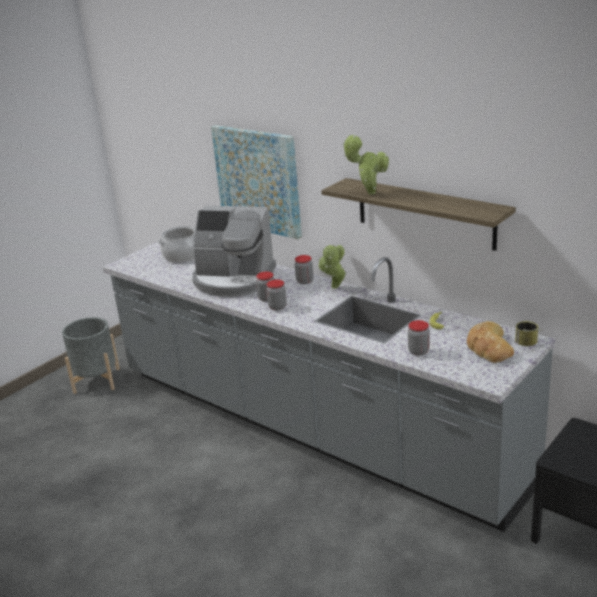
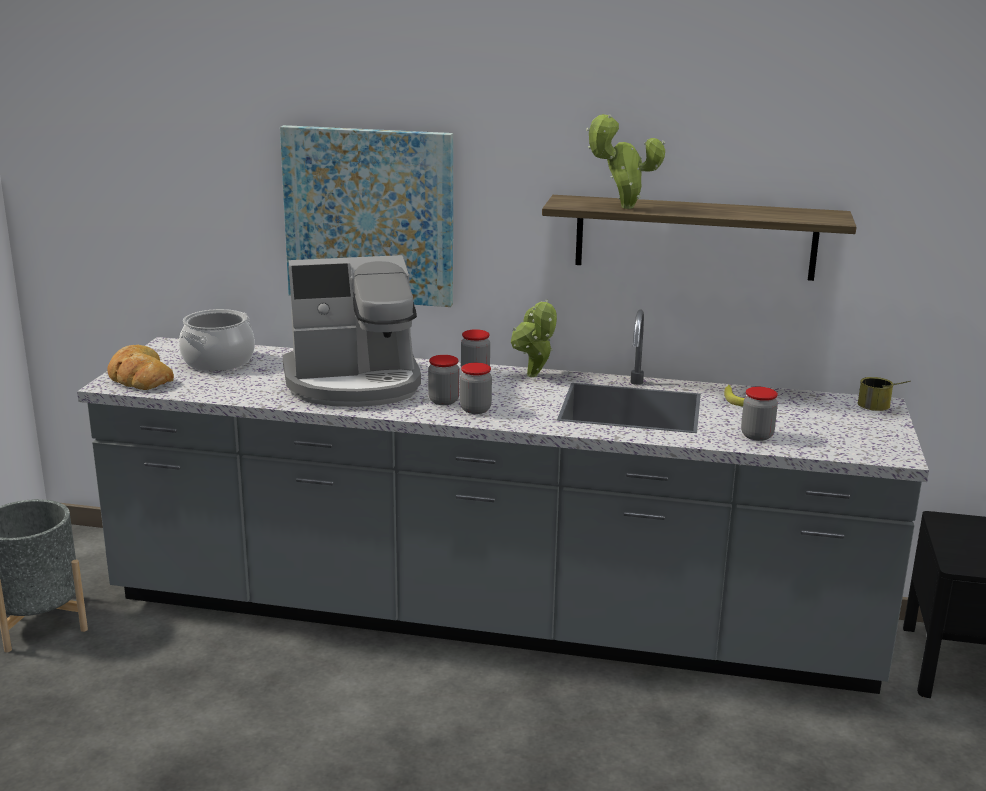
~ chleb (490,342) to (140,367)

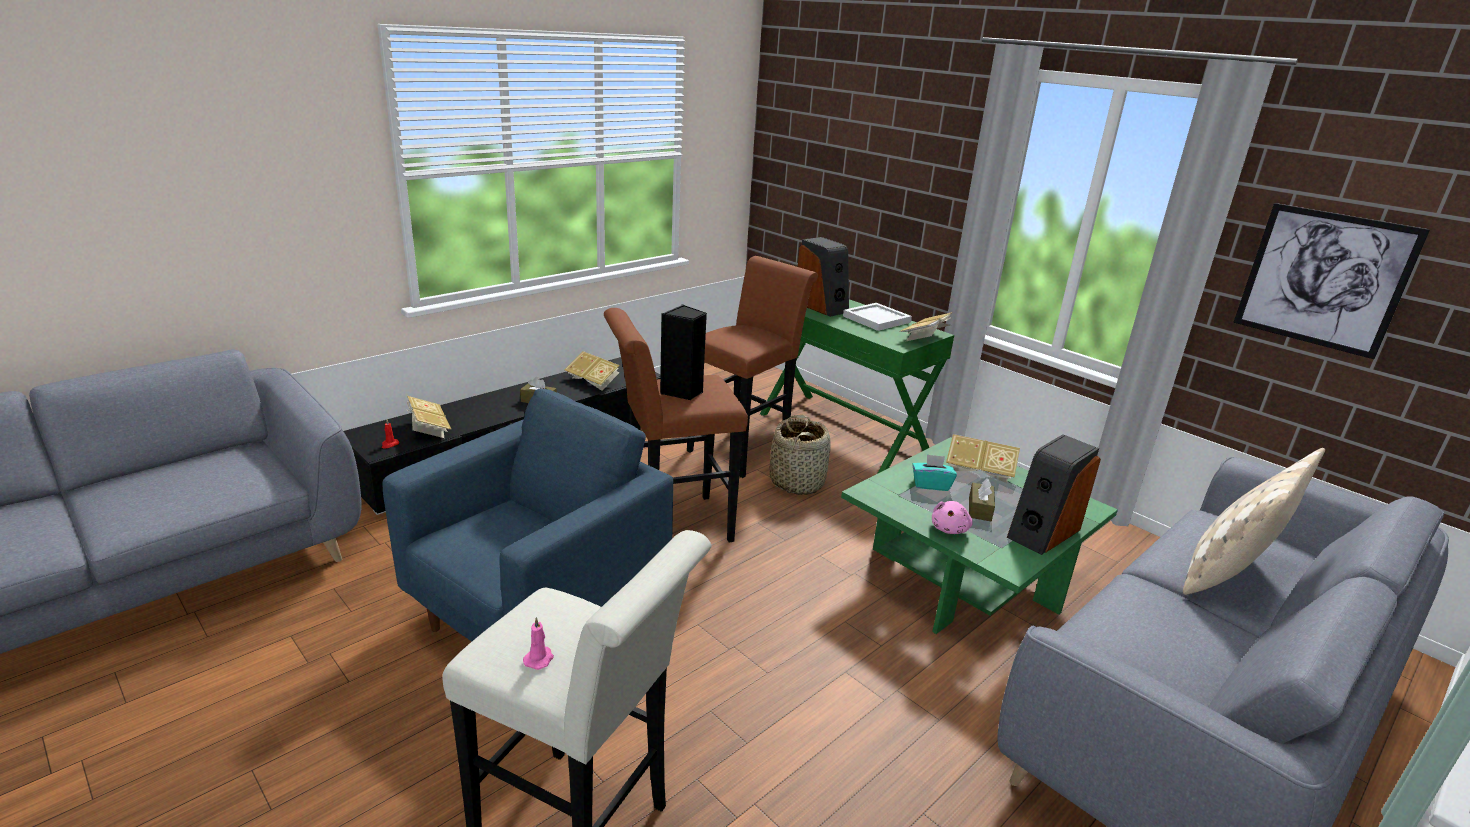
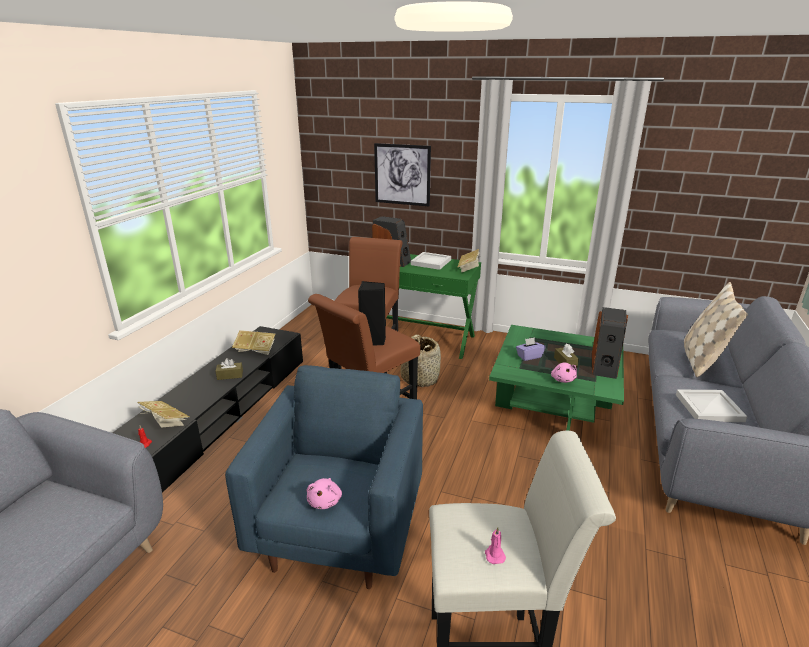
+ pluszak (różowy) (324,493)
~ obraz (1331,281) to (402,174)
~ pudełko chusteczek (turkusowy) (934,472) to pudełko chusteczek (fioletowy) (531,349)
+ taca (biały) (712,405)
- książka (983,458)

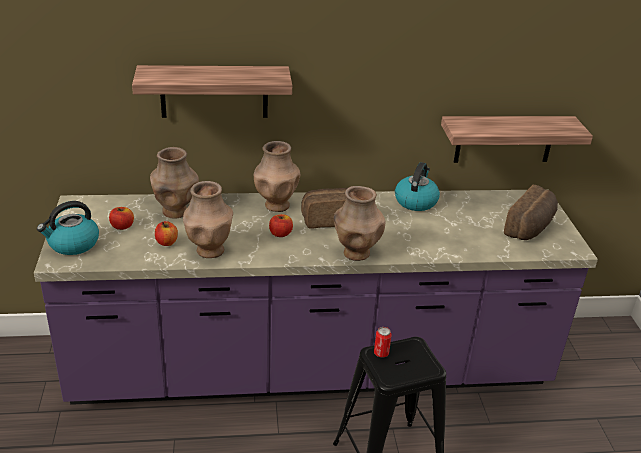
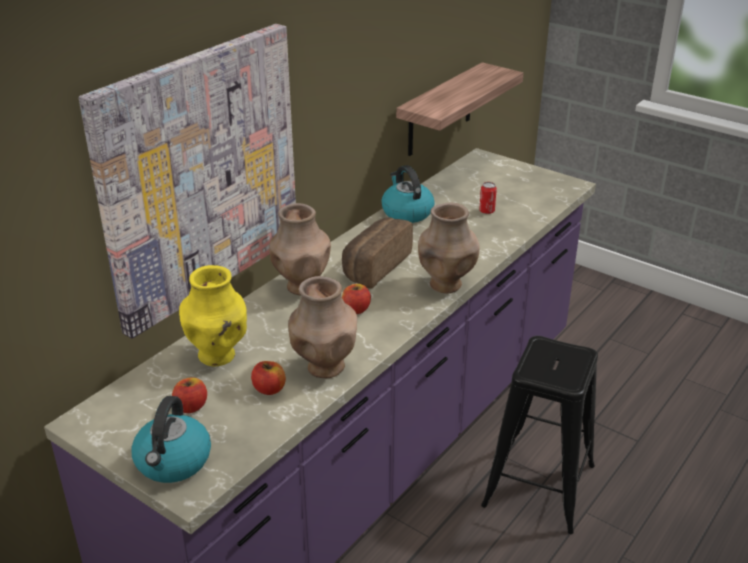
~ półka (212,91) to obraz (187,181)
~ wazon (brązowy) (174,183) to wazon (żółty) (213,315)
~ puszka (383,342) to (488,198)
- chleb (531,212)

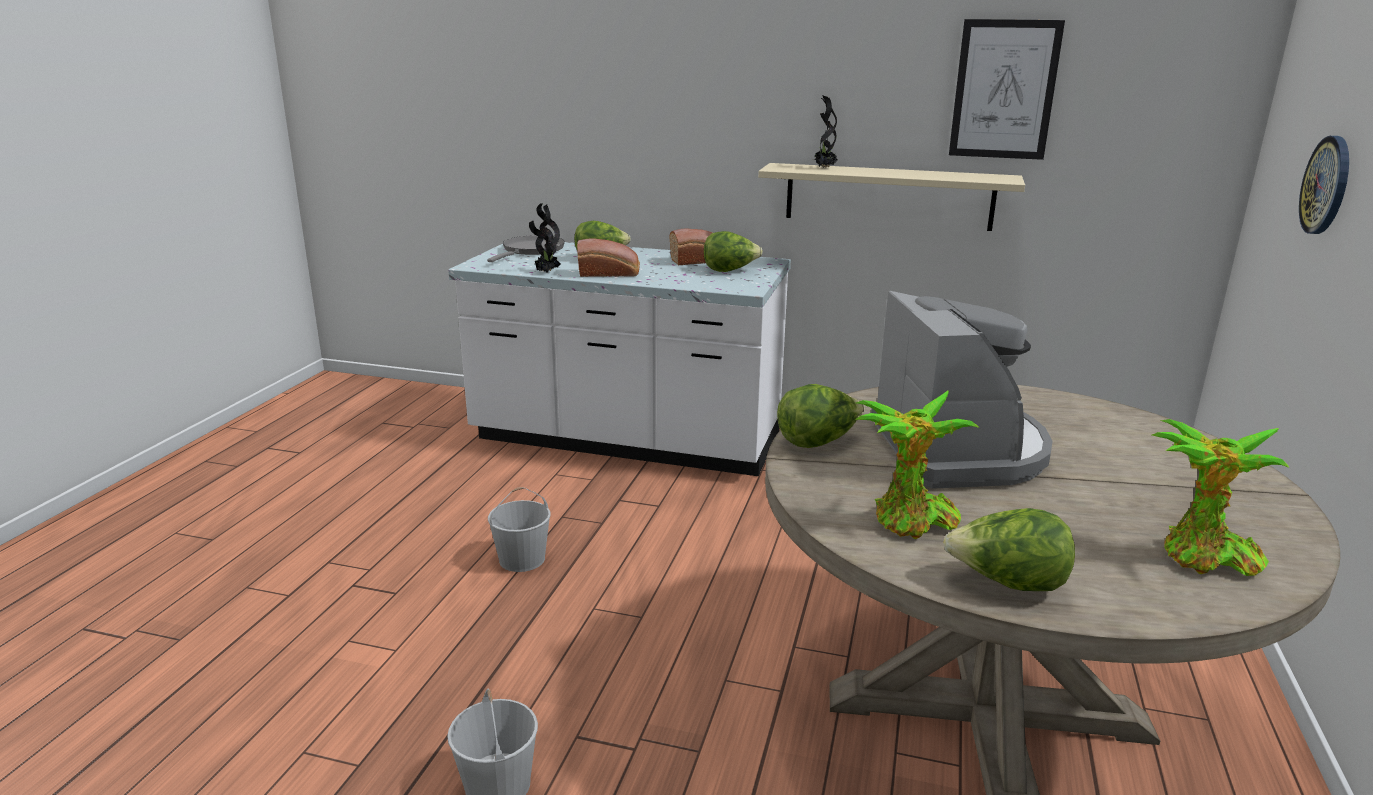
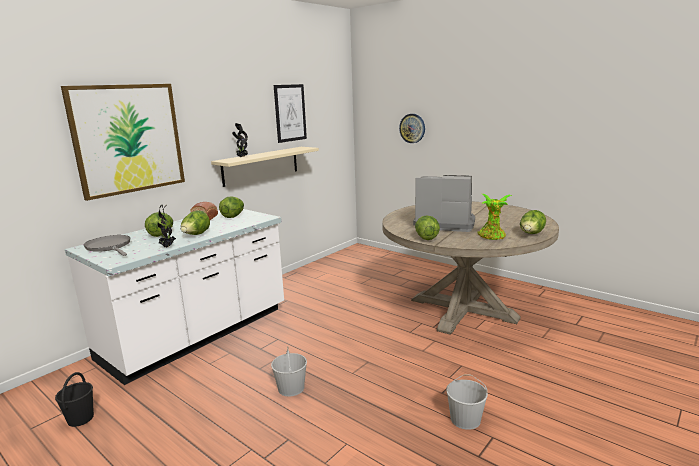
+ wiadro (czarny) (74,399)
+ obraz (123,142)
~ chleb (608,257) to sałata (195,223)
- roślina doniczkowa (1220,497)

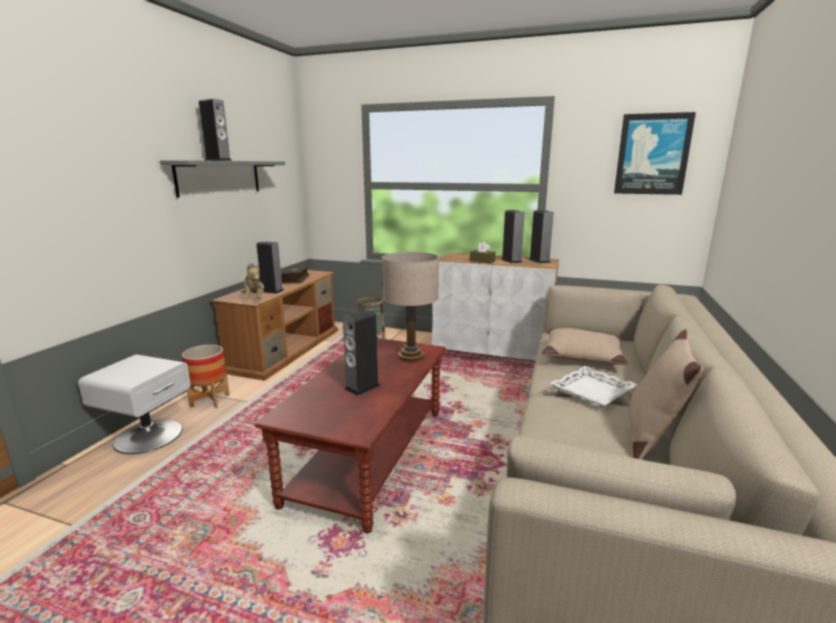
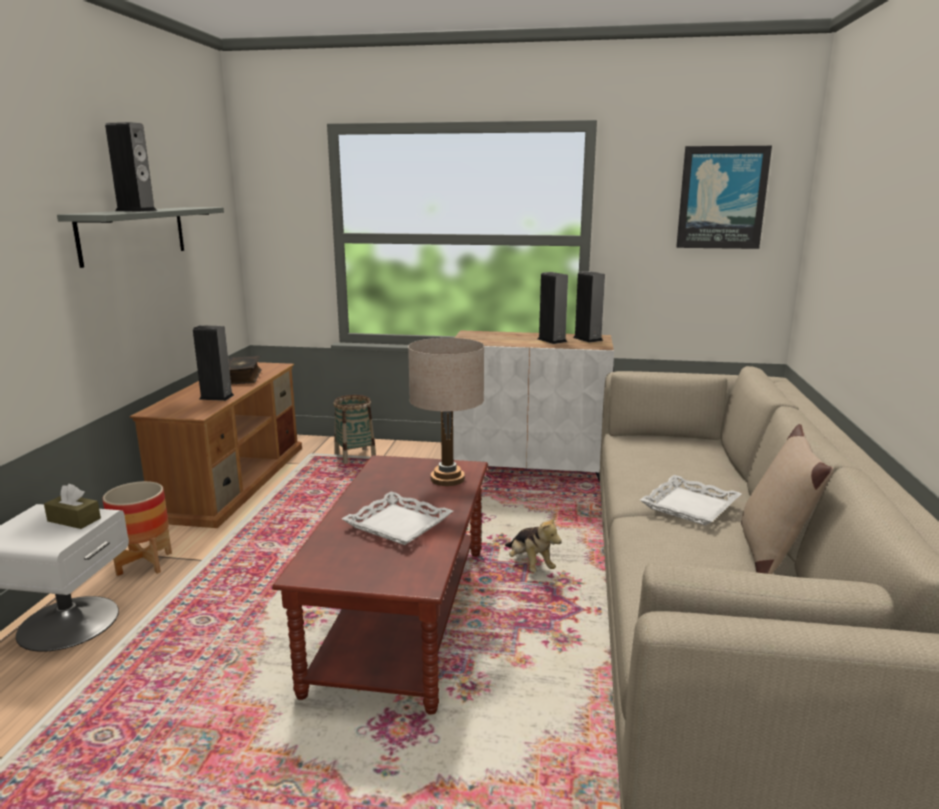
~ pudełko chusteczek (brązowy) (483,253) to (72,506)
~ głośnik (362,353) to taca (biały) (397,518)
~ pluszak (252,281) to (533,544)
- poduszka (beżowy) (585,346)

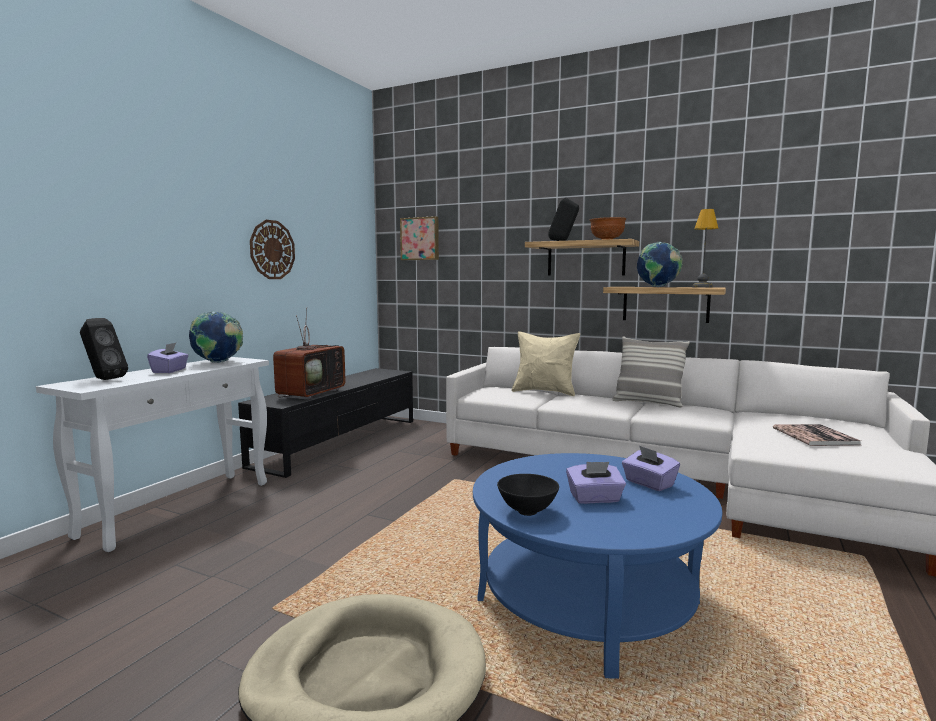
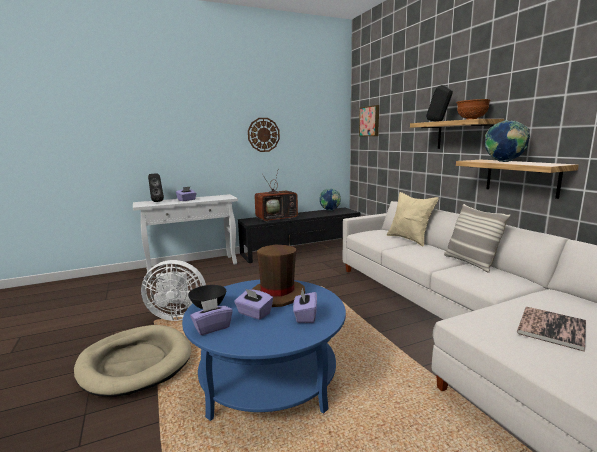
+ wentylator (biały) (173,290)
+ pudełko chusteczek (fioletowy) (211,316)
+ kapelusz (brązowy) (278,275)
~ globus (216,337) to (330,200)
- lampa stołowa (705,248)

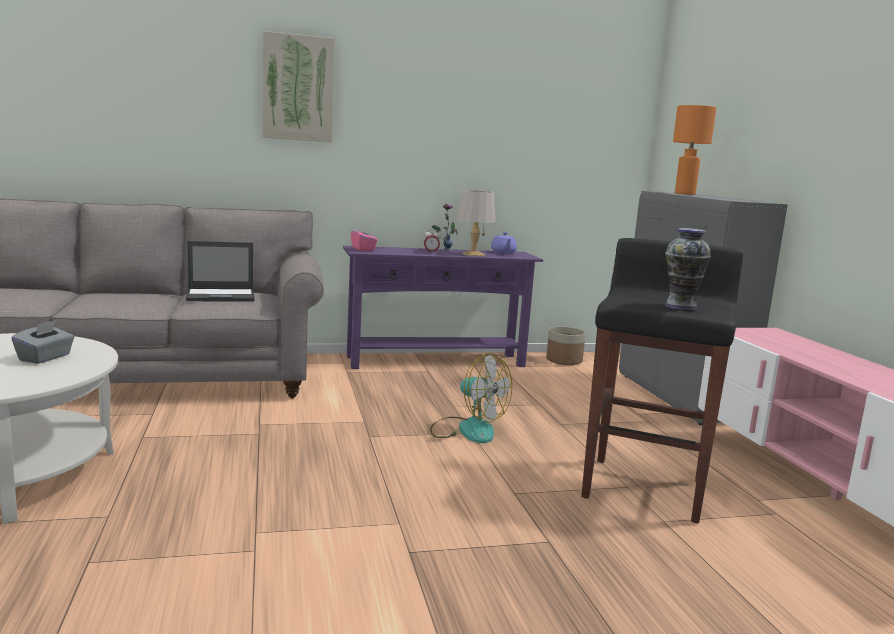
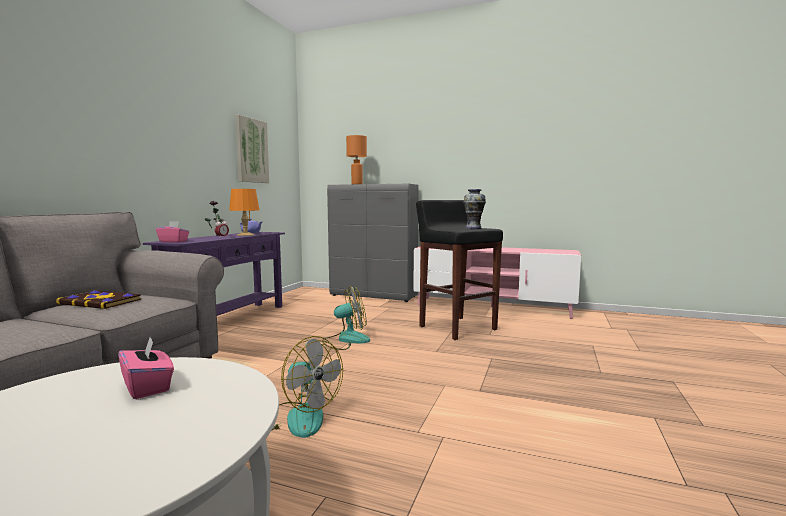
~ laptop (220,271) to książka (98,299)
~ pudełko chusteczek (szary) (43,342) to pudełko chusteczek (różowy) (146,368)
~ lampa stołowa (szary) (476,223) to lampa stołowa (pomarańczowy) (244,212)
~ obraz (298,86) to (252,149)
+ wentylator (307,387)
- donica (566,345)

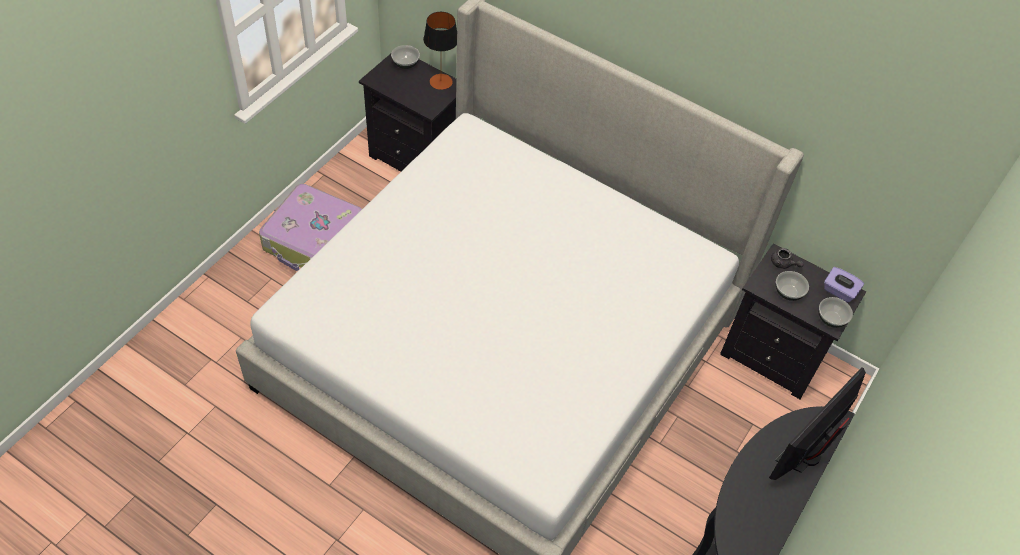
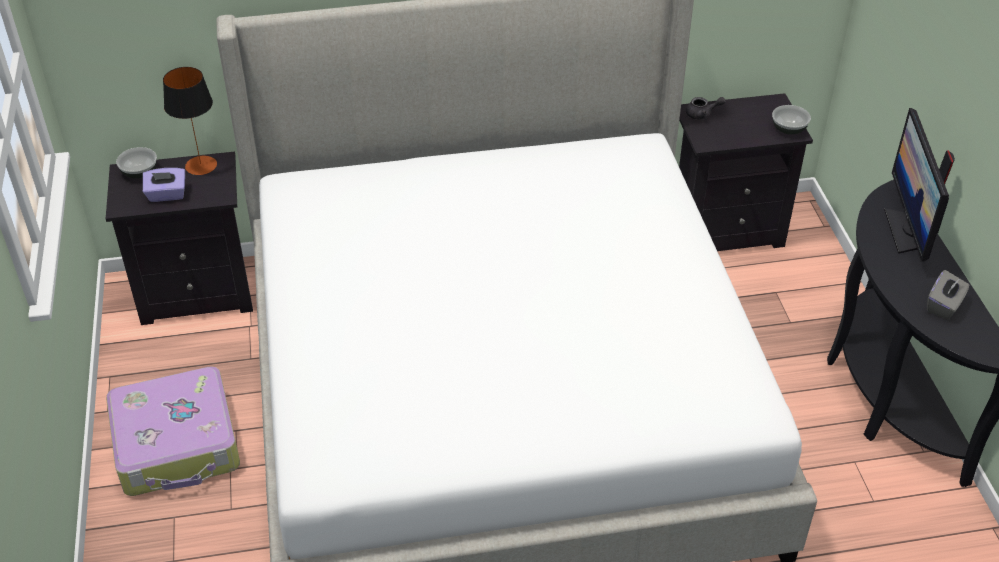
~ pudełko chusteczek (fioletowy) (844,284) to (164,185)
+ pudełko chusteczek (szary) (948,295)
- miska (792,286)

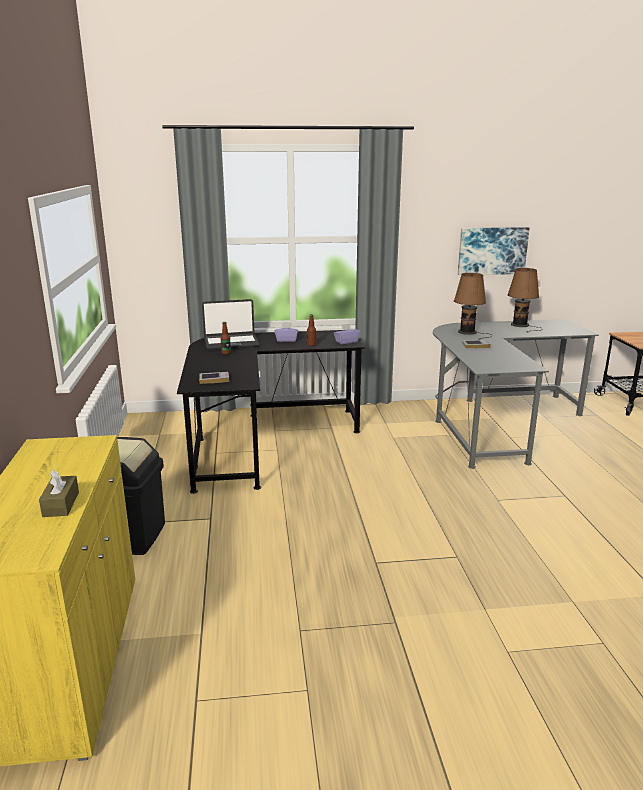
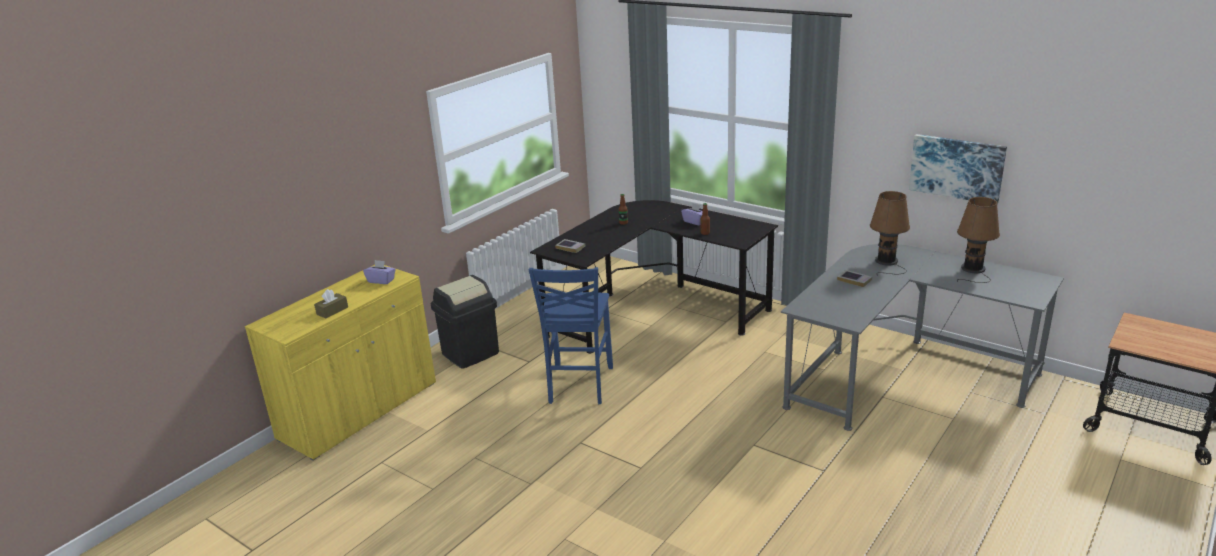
~ pudełko chusteczek (fioletowy) (347,334) to (379,272)
+ krzesło (niebieski) (571,335)
- laptop (231,324)

